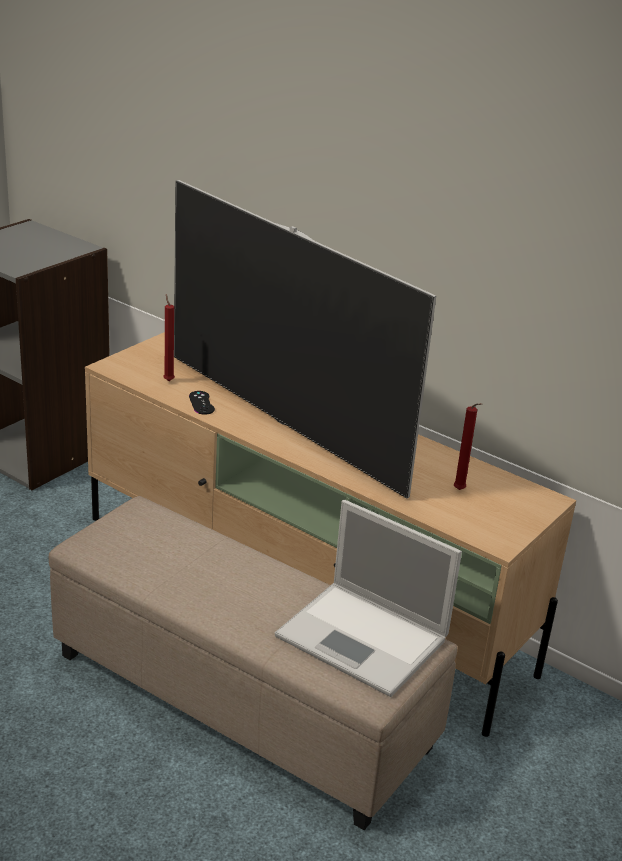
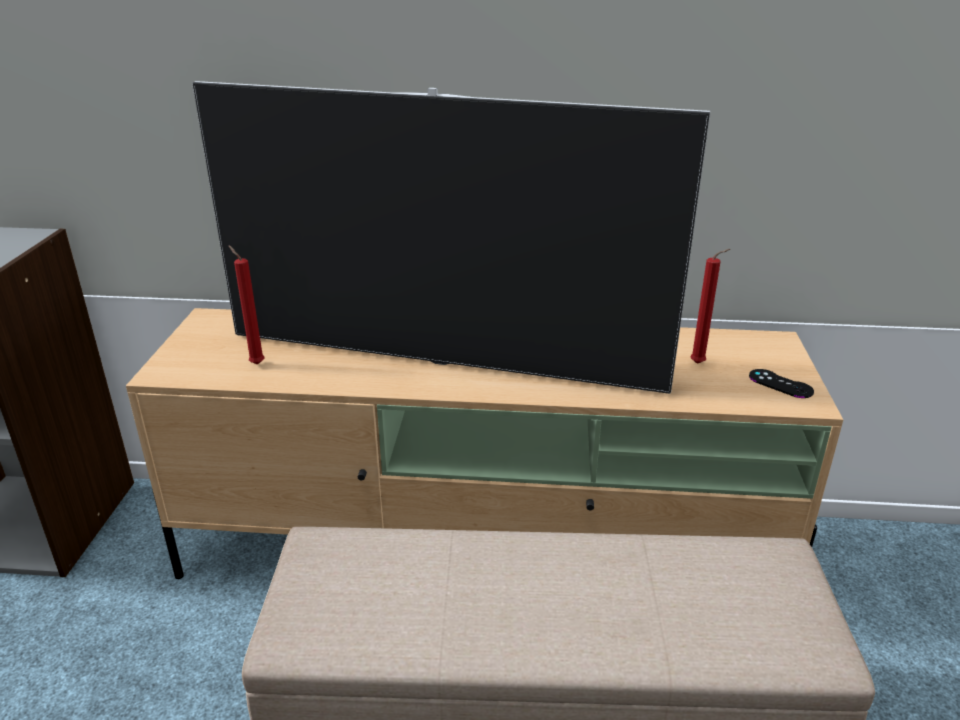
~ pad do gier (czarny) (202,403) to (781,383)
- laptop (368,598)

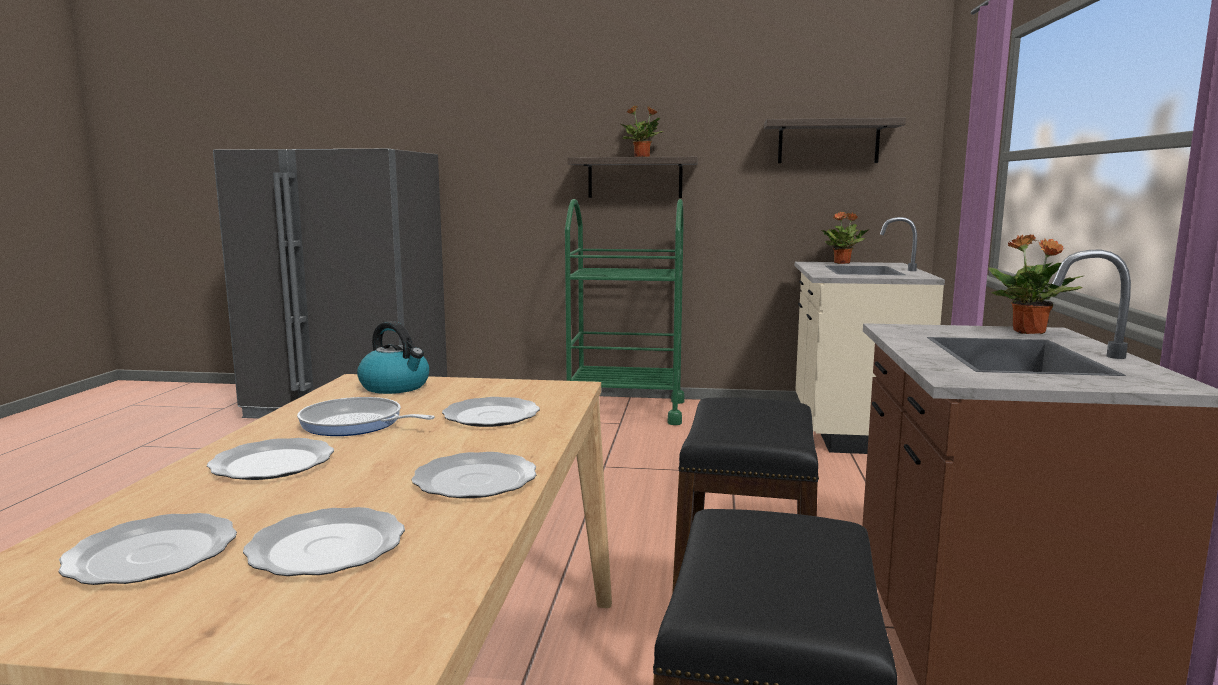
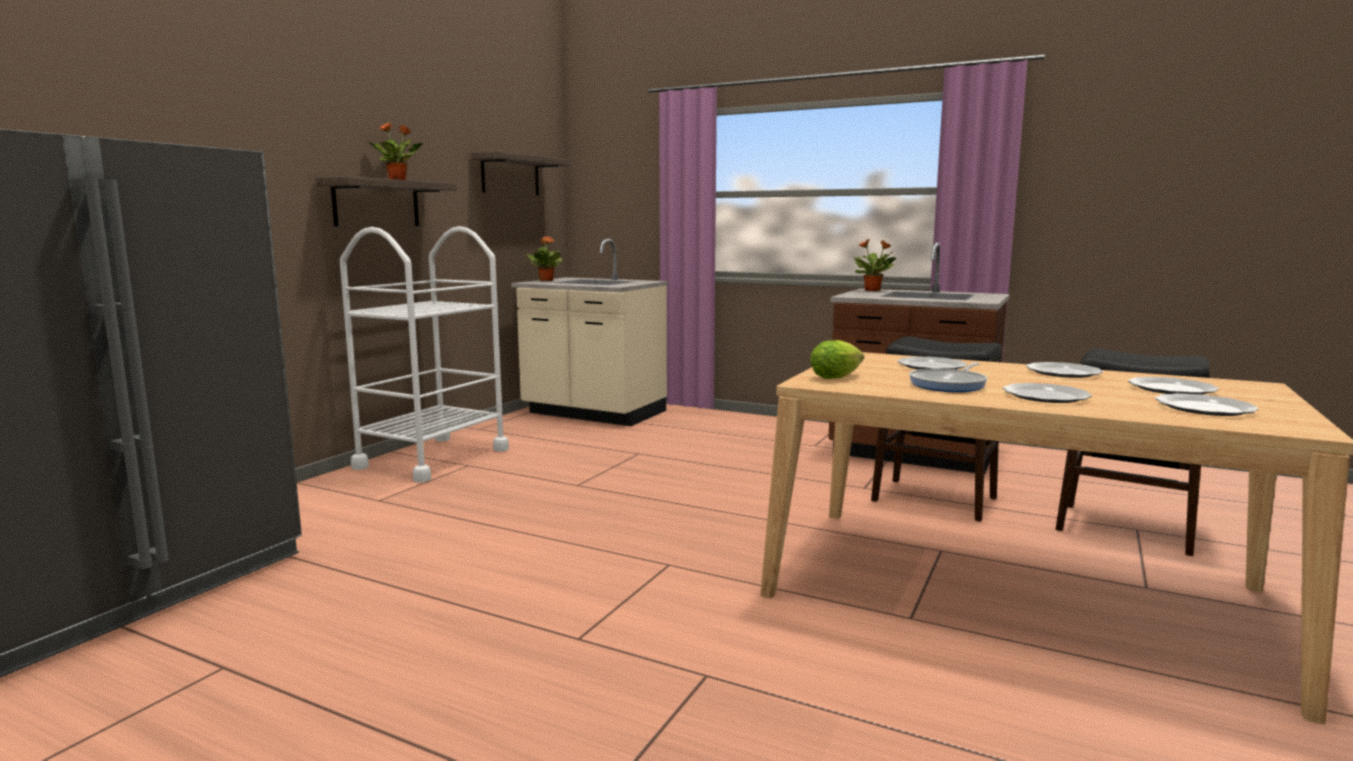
~ wózek (zielony) (625,312) to wózek (biały) (424,354)
~ czajnik (393,357) to sałata (837,359)

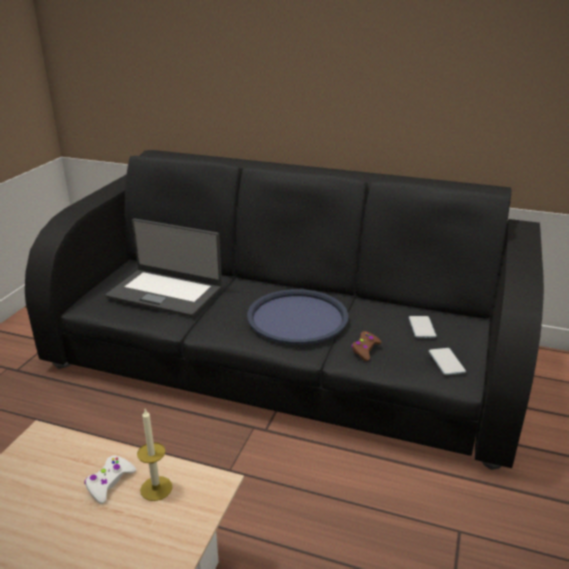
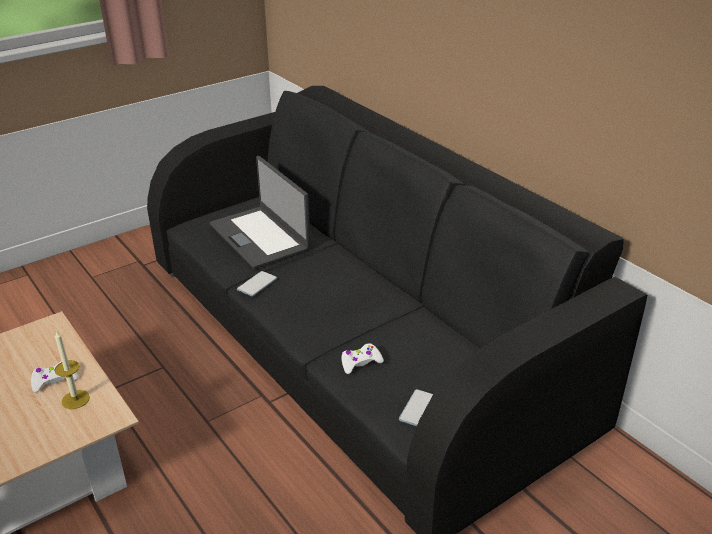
~ telefon (422,327) to (257,283)
~ pad do gier (brązowy) (366,346) to pad do gier (biały) (362,358)
- taca (niebieski) (297,317)

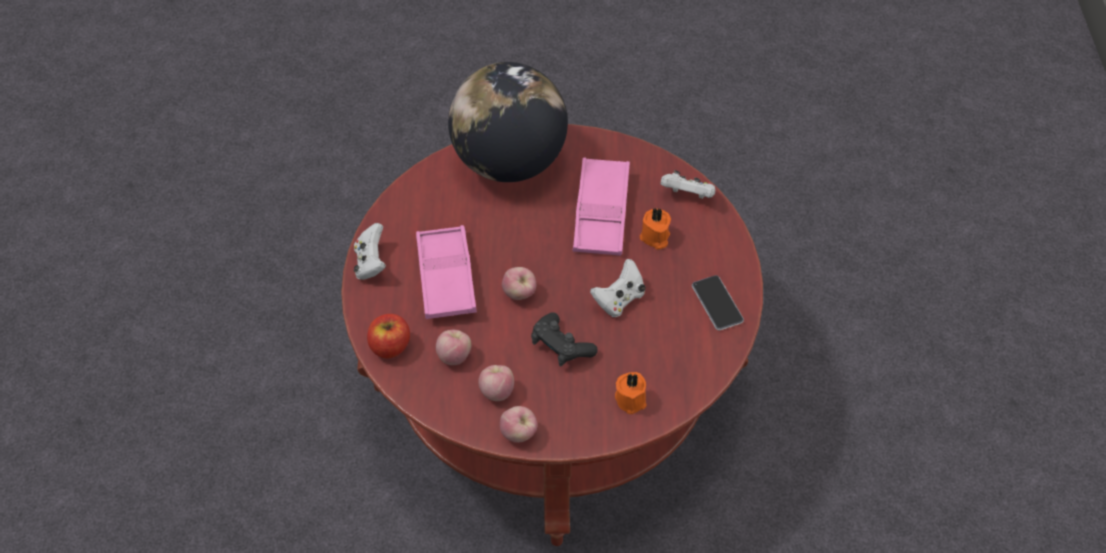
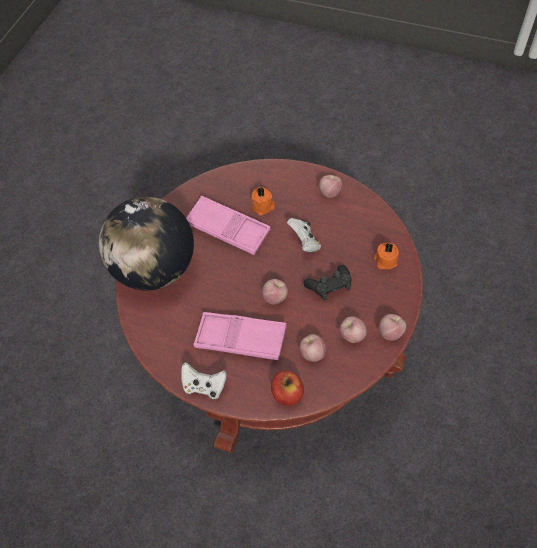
~ telefon (718,303) to jabłko (330,186)
- pad do gier (biały) (688,184)

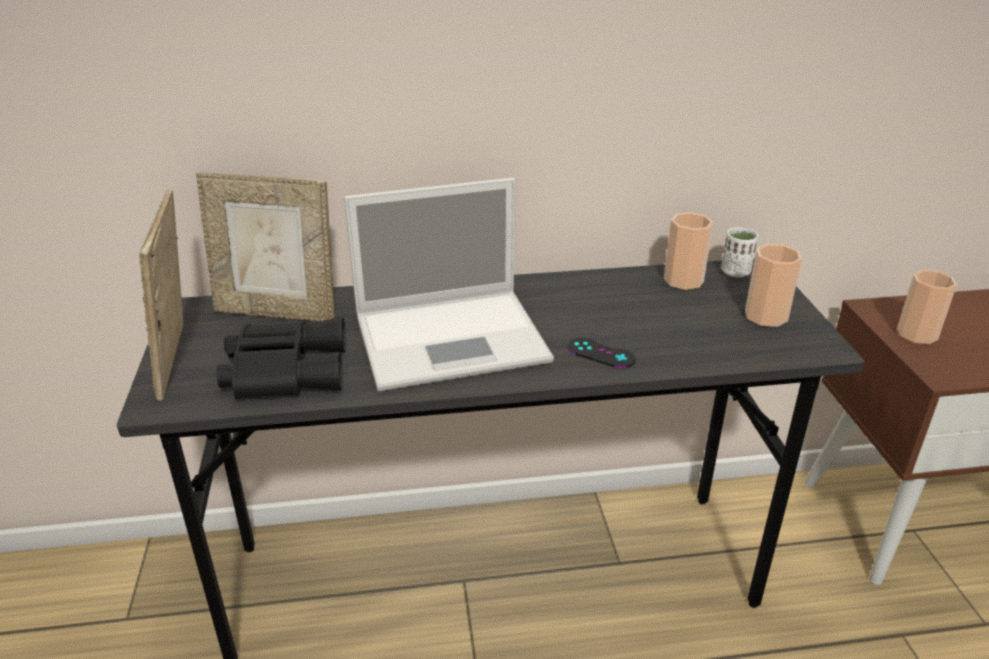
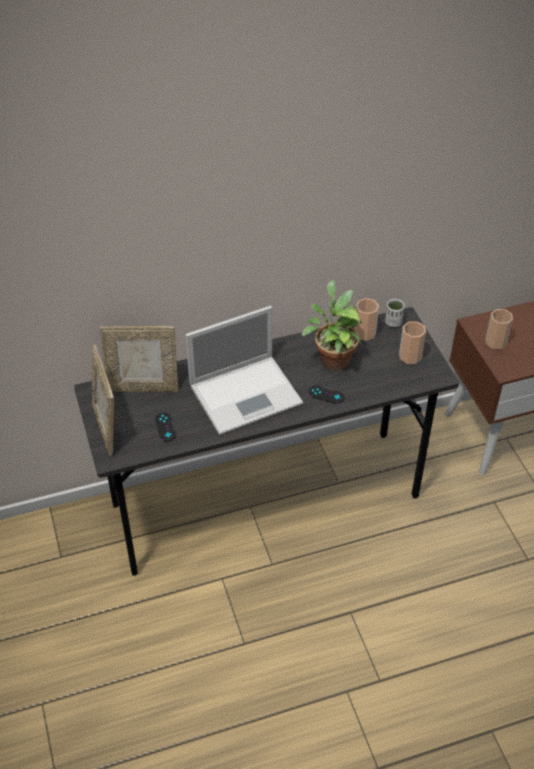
~ lornetka (czarny) (281,358) to pad do gier (czarny) (166,427)
+ roślina doniczkowa (332,325)

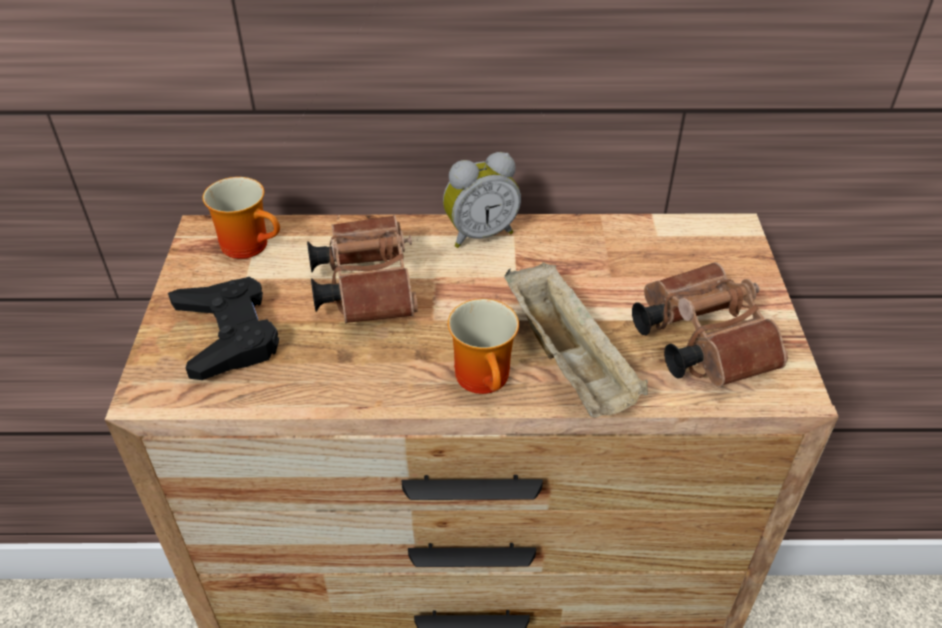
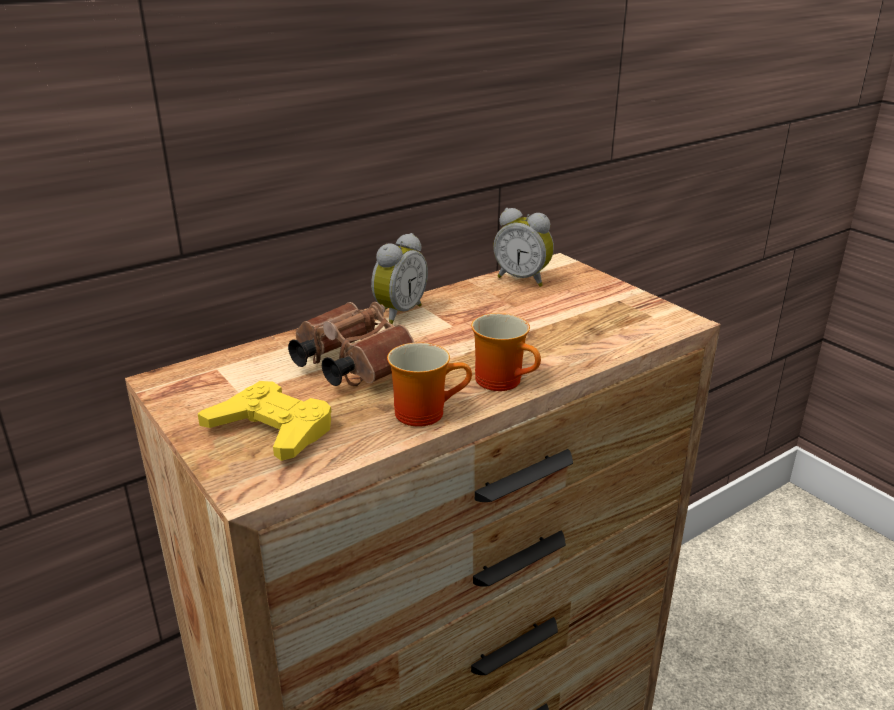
~ pad do gier (czarny) (223,328) to pad do gier (żółty) (264,421)
~ kubek (241,218) to (429,384)
+ budzik (523,247)
- taca (beżowy) (576,340)
- lornetka (brązowy) (710,324)

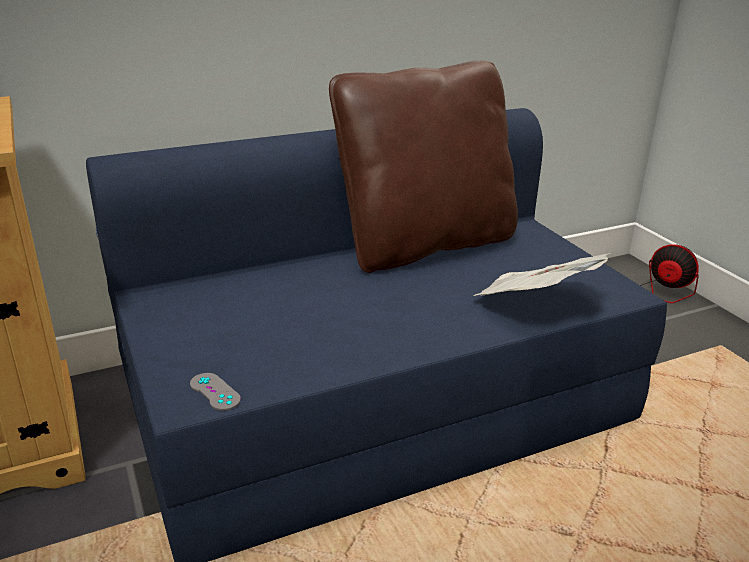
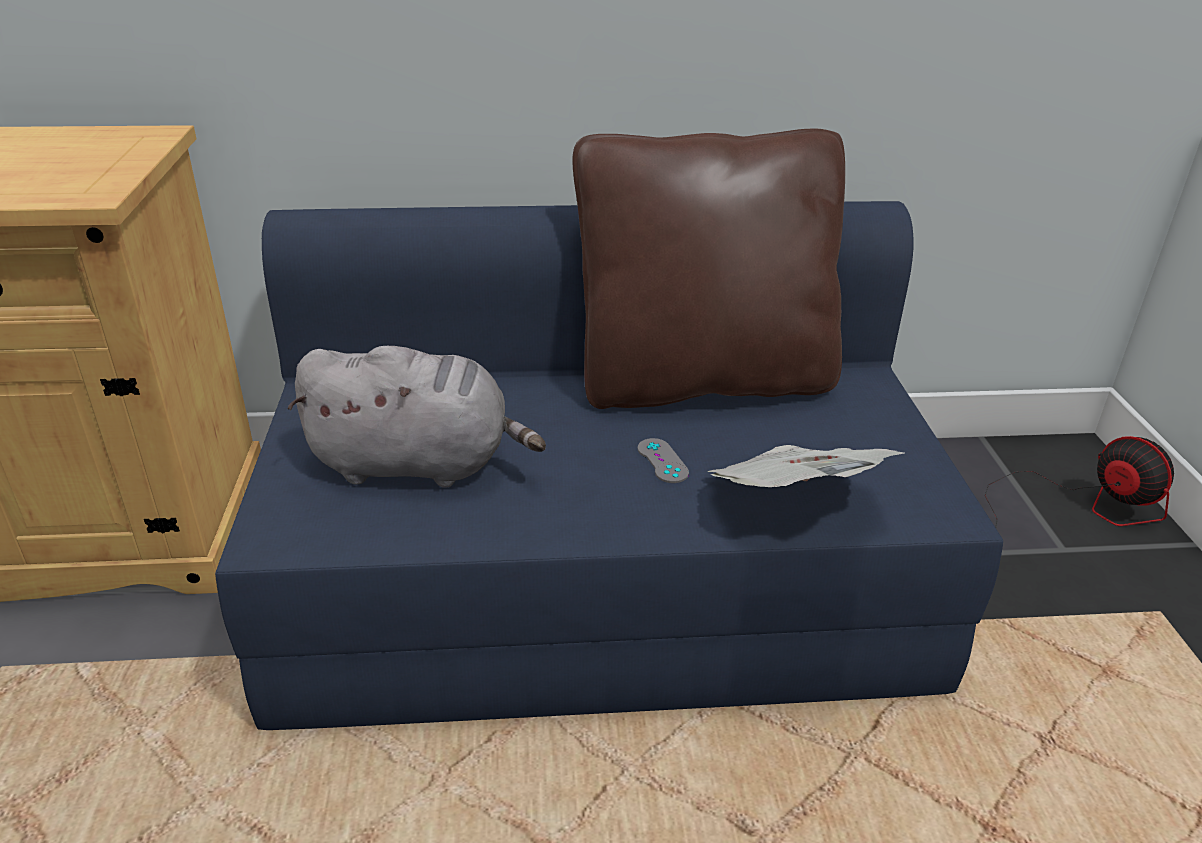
+ pluszak (szary) (416,417)
~ pad do gier (szary) (215,392) to (663,460)

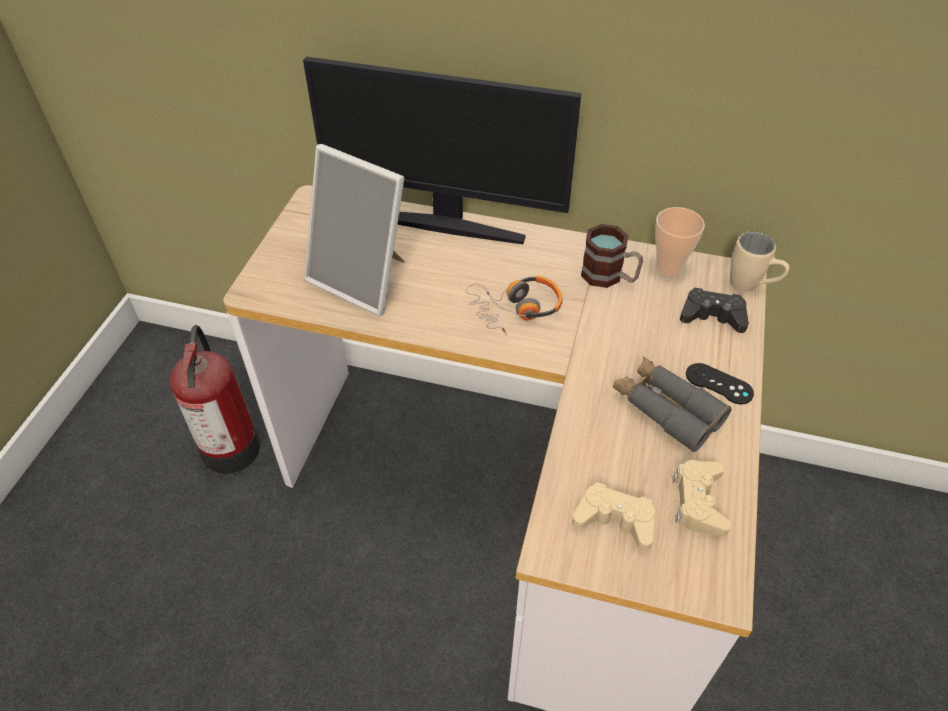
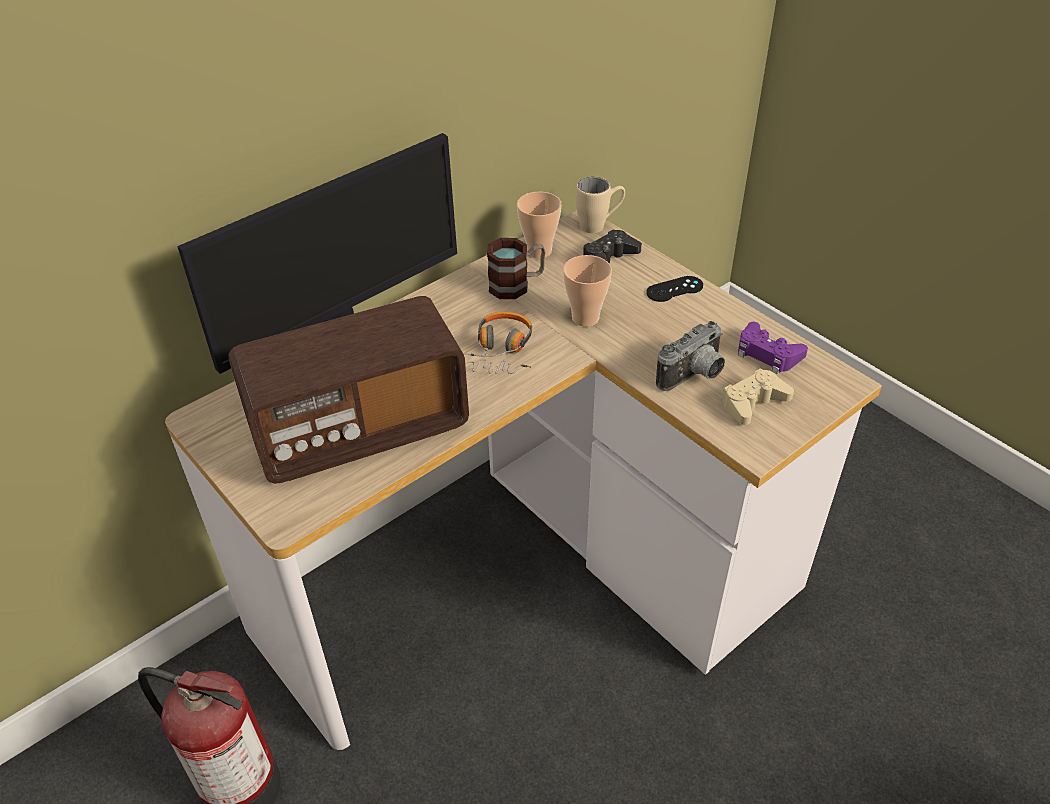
~ ramka na zdjęcie (354,230) to radio (348,390)
+ filiżanka (587,291)
+ aparat fotograficzny (690,356)
~ pad do gier (beżowy) (702,498) to pad do gier (fioletowy) (773,348)
- lornetka (szary) (672,404)

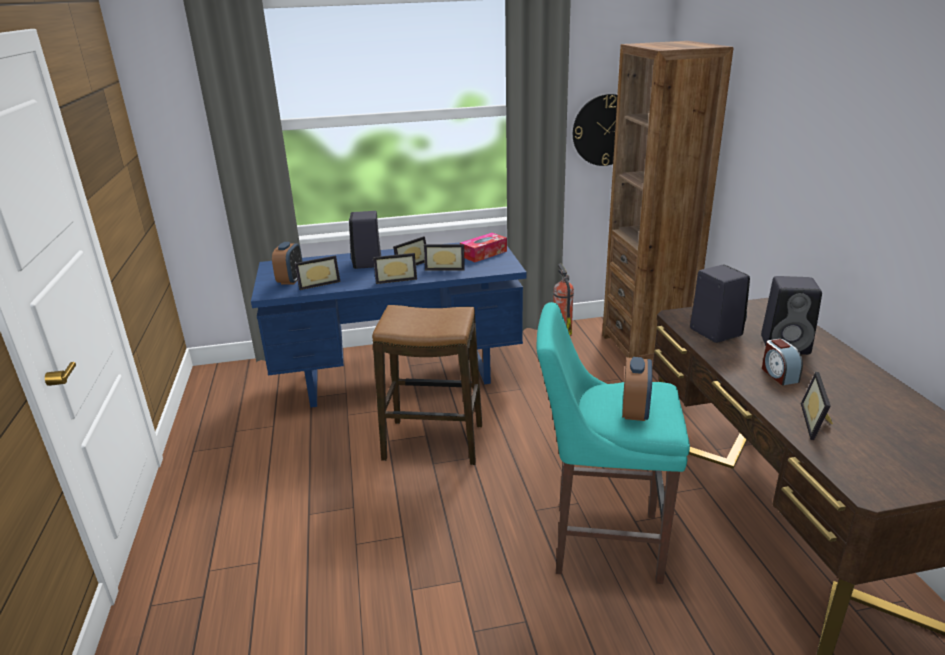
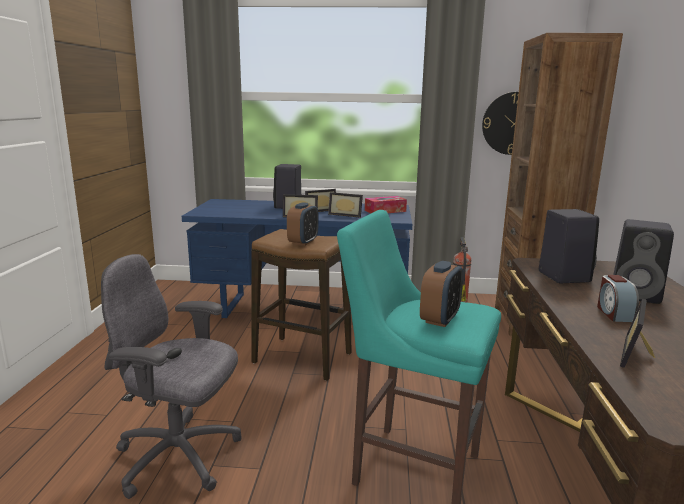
+ krzesło biurowe (szary) (171,376)
~ budzik (287,263) to (302,224)
- ramka na zdjęcie (317,272)

